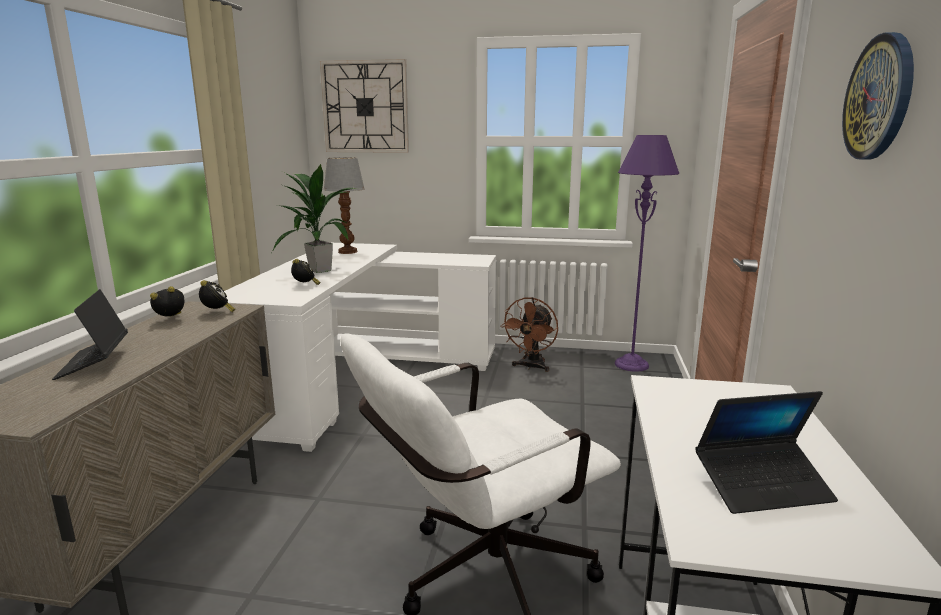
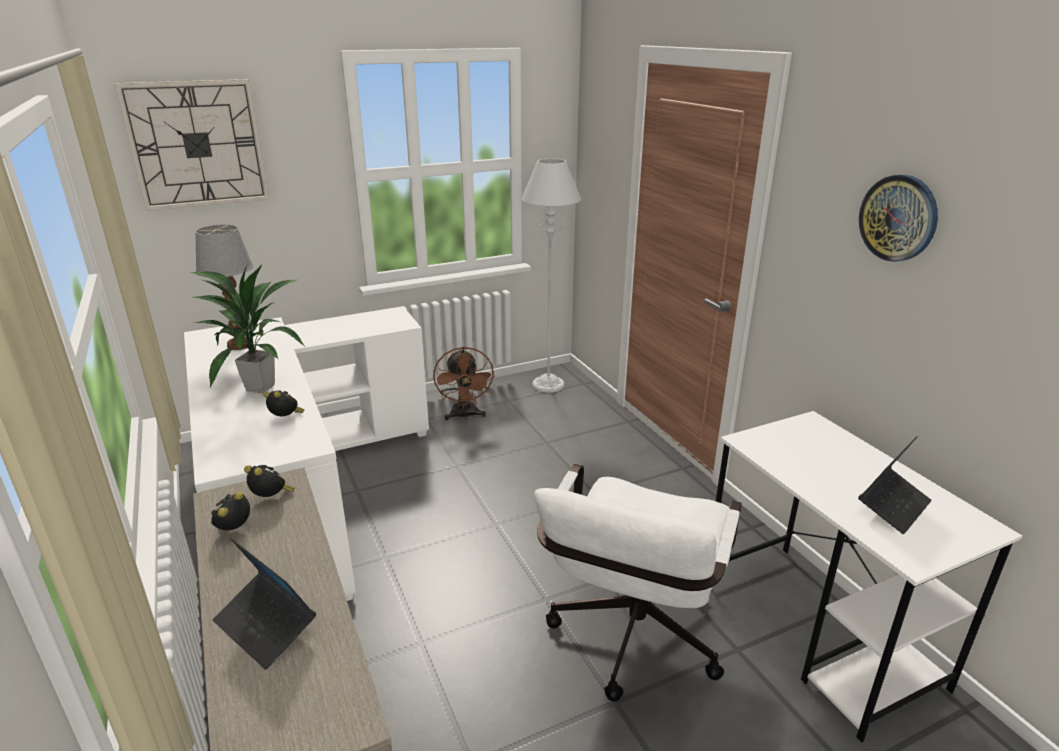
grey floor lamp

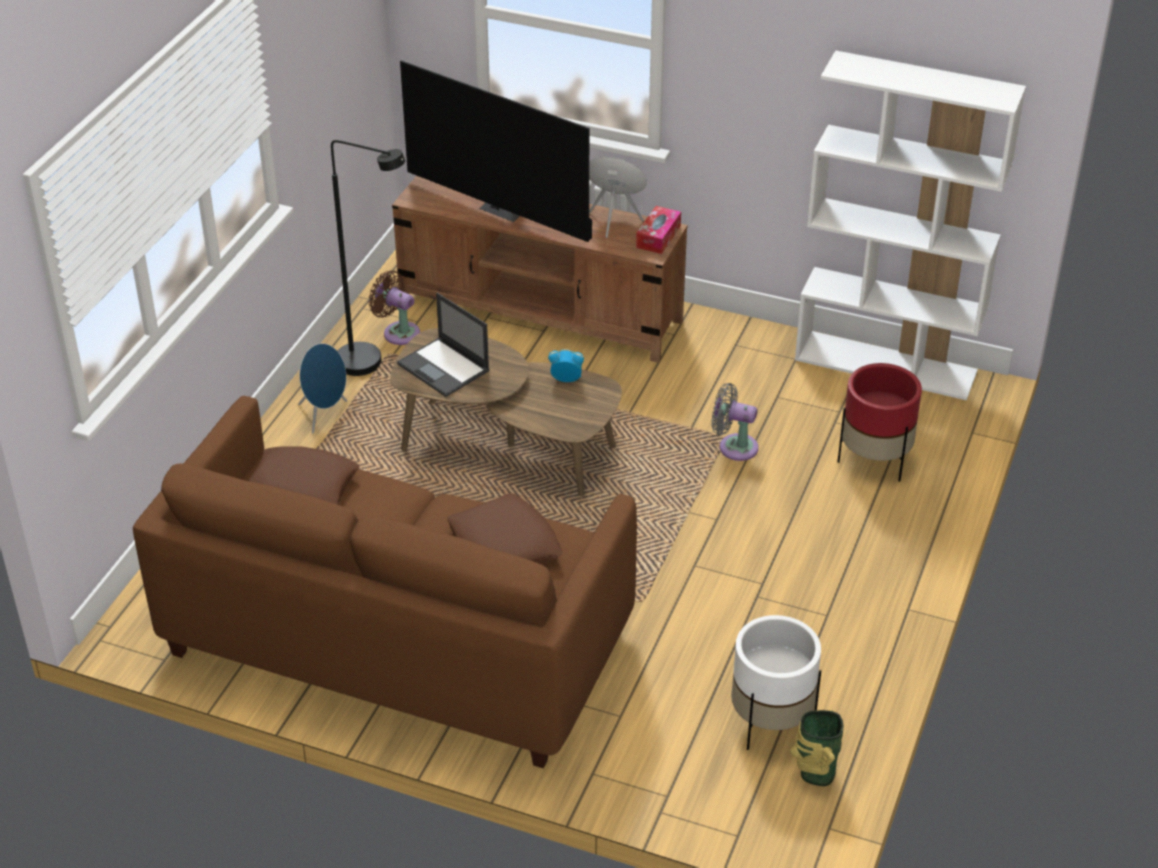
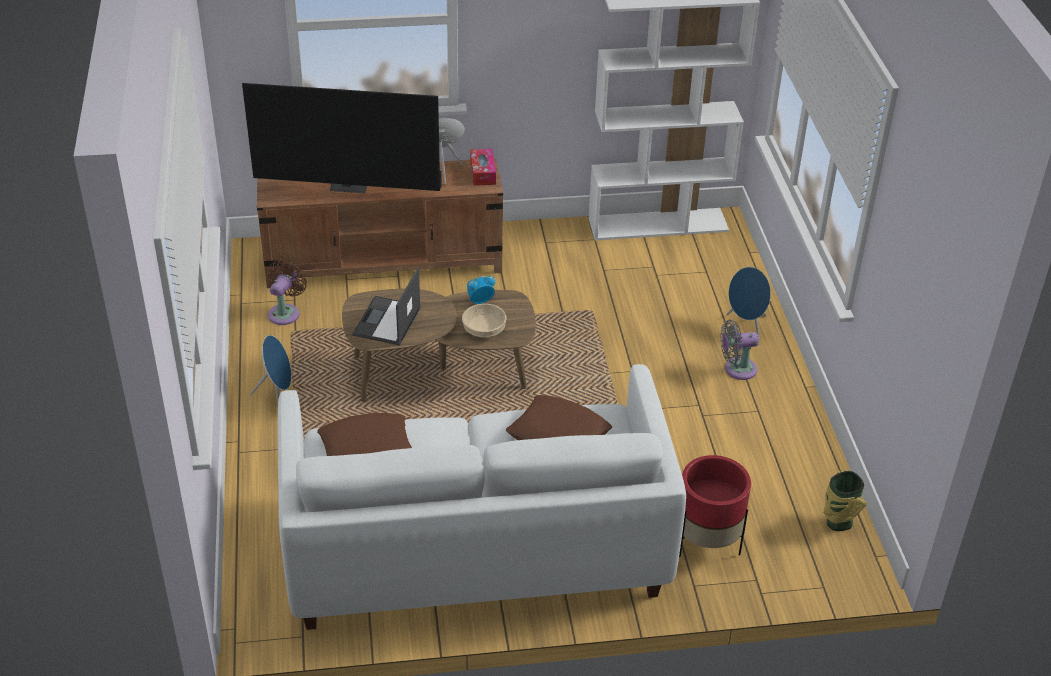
black floor lamp; brown fan; laptop; red planter; grey fan; white sofa; white planter; blue speaker (3rd from left); beige bowl

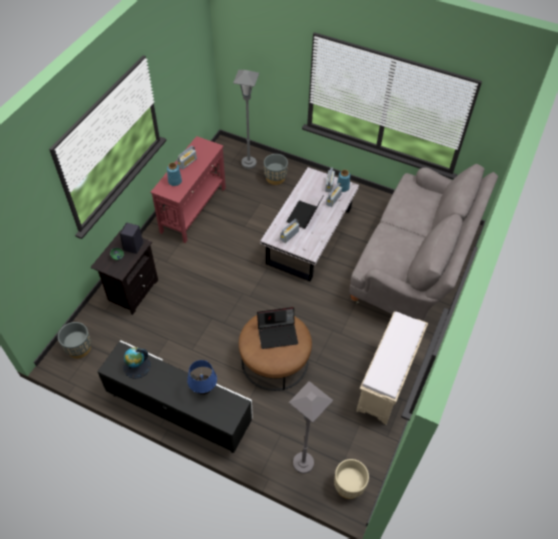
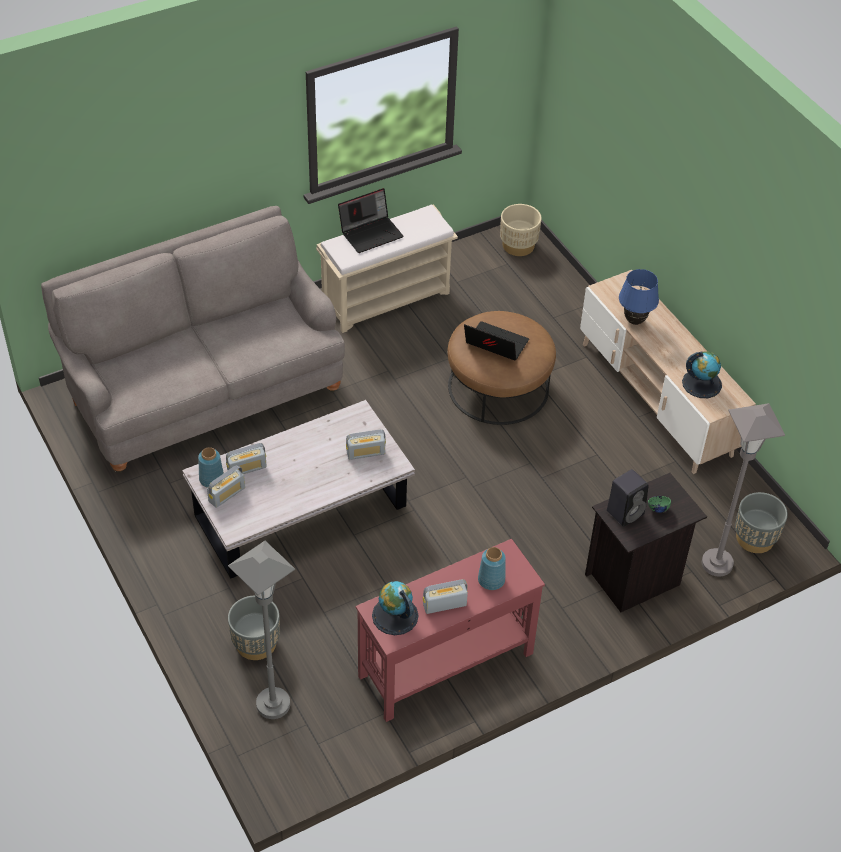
laptop (1st from left); beige tv stand; grey floor lamp (2nd from left); globe (1st from left)

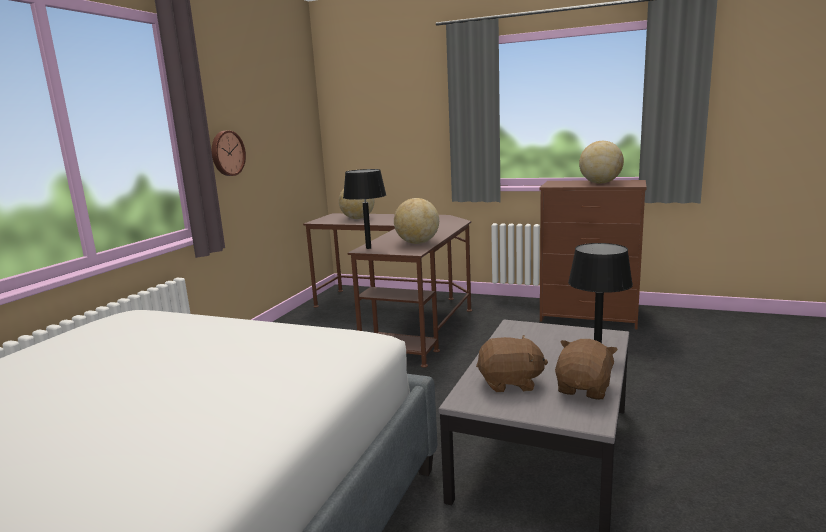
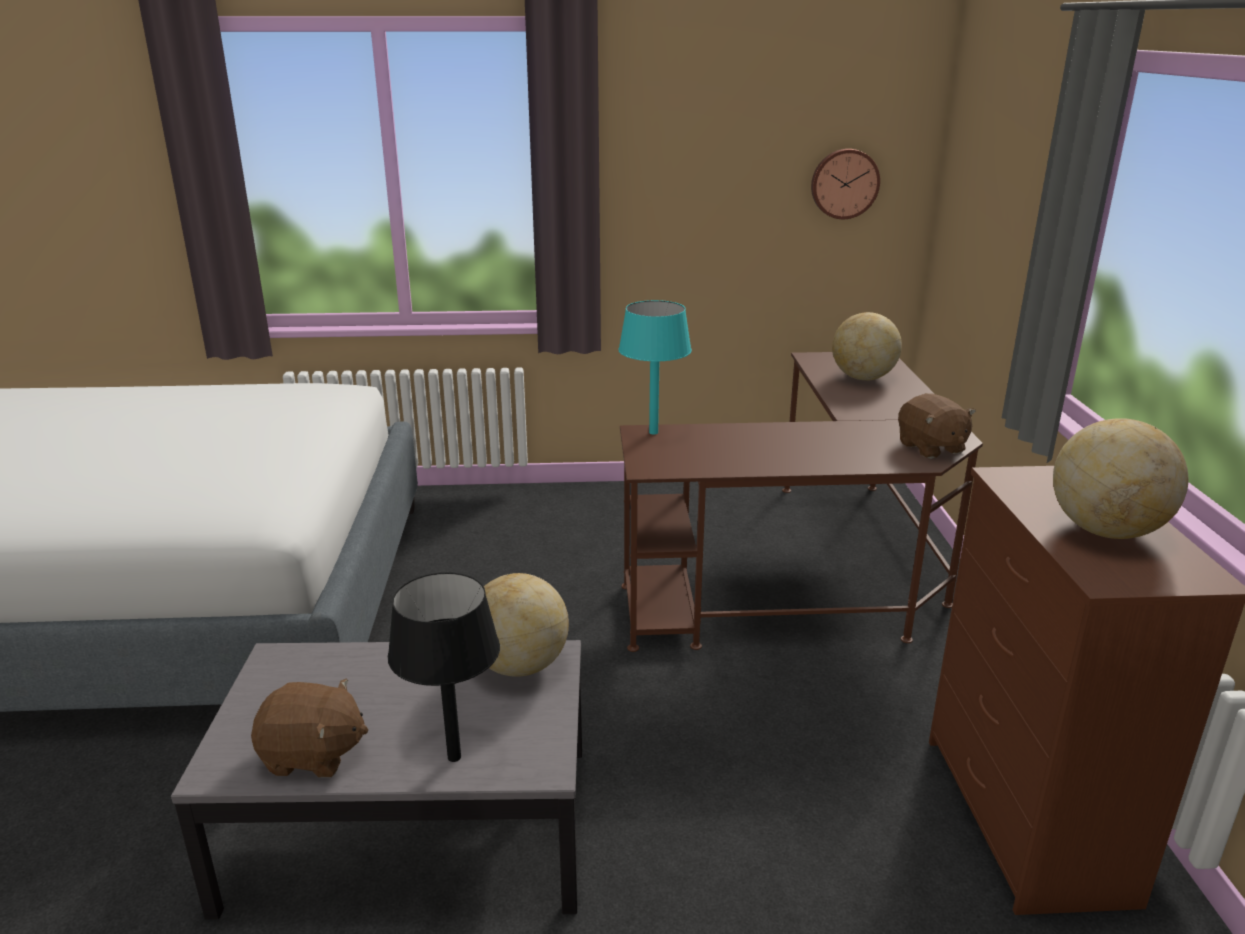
wall clock; turquoise table lamp; globe (1st from left); brown plush toy (2nd from left)

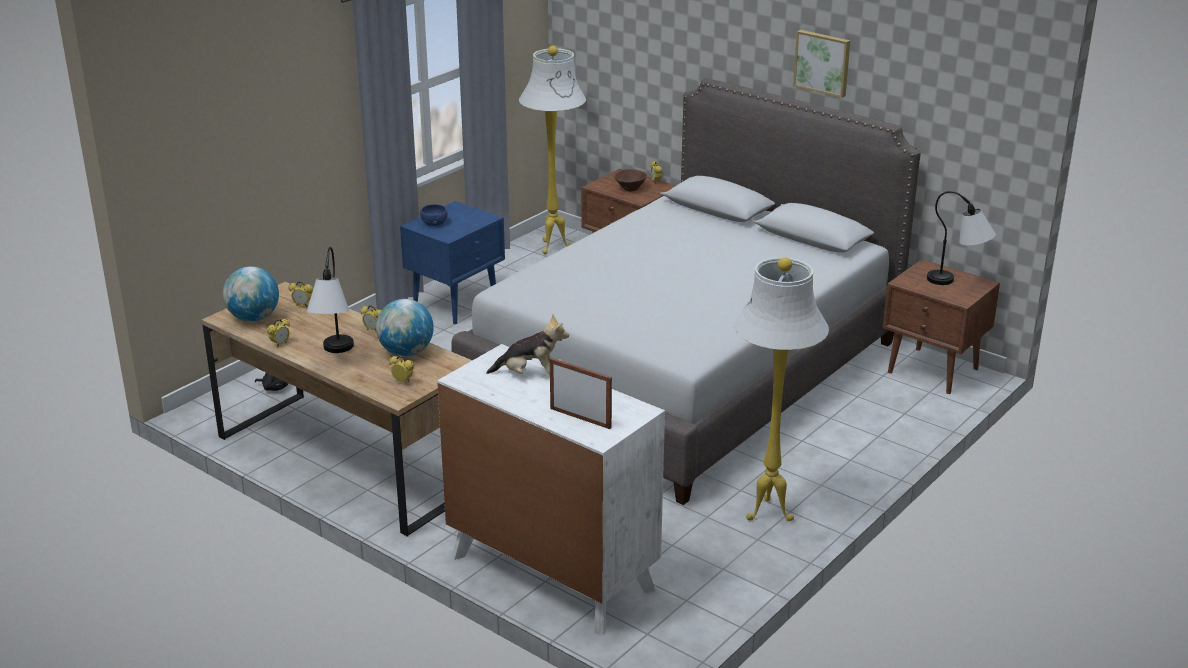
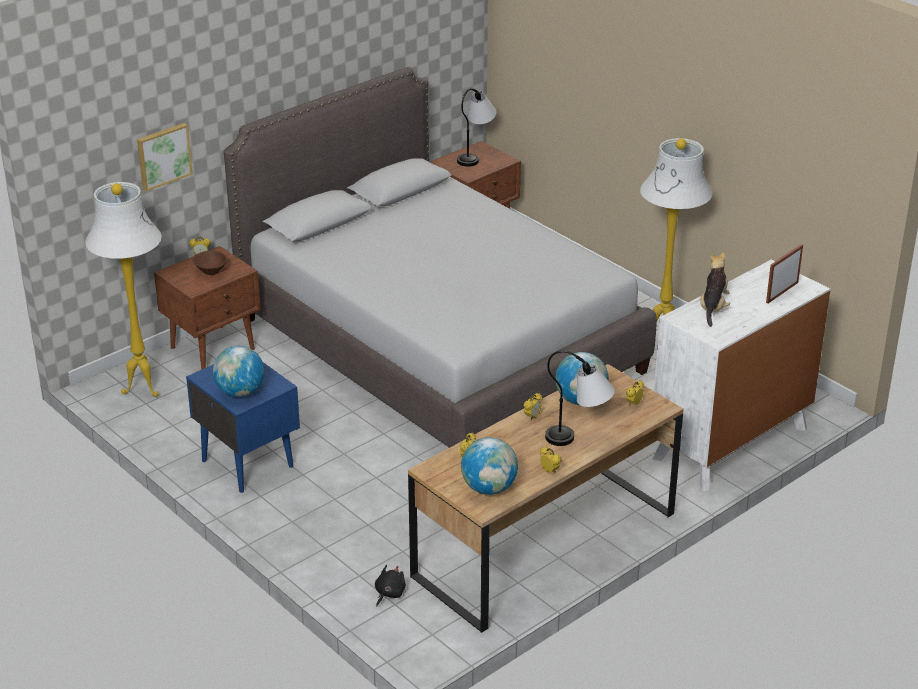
picture; globe (1st from left)

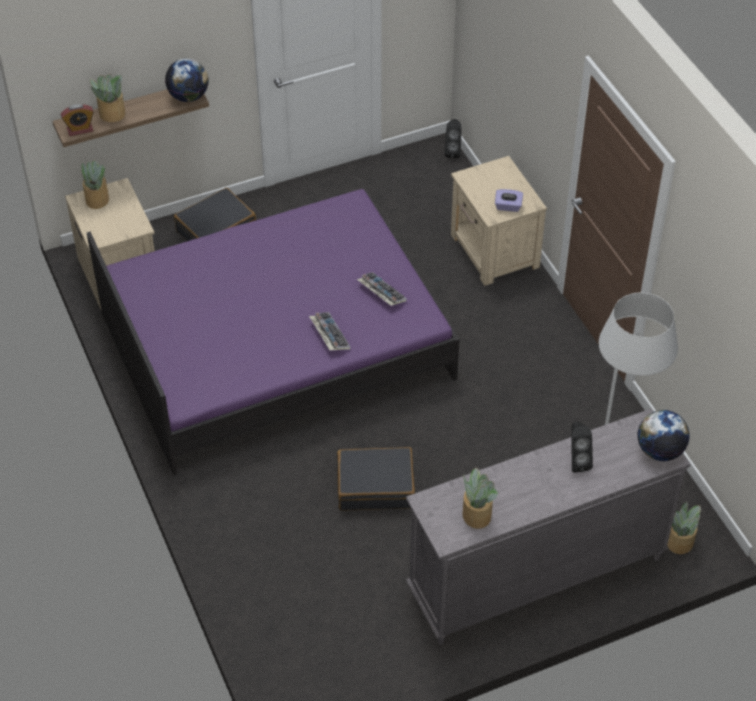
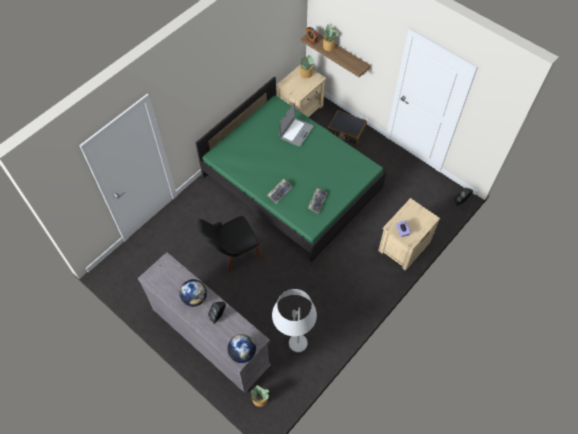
globe (1st from left); green bed; black chair; potted plant (3rd from left in the first image); laptop

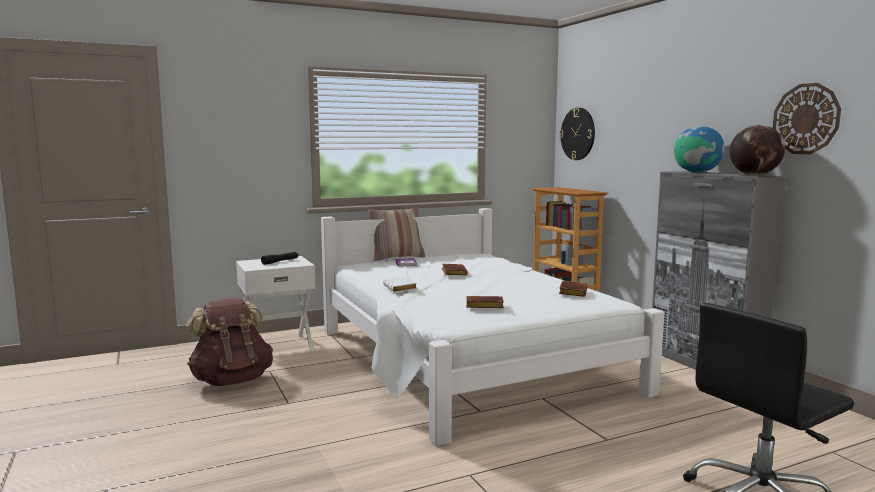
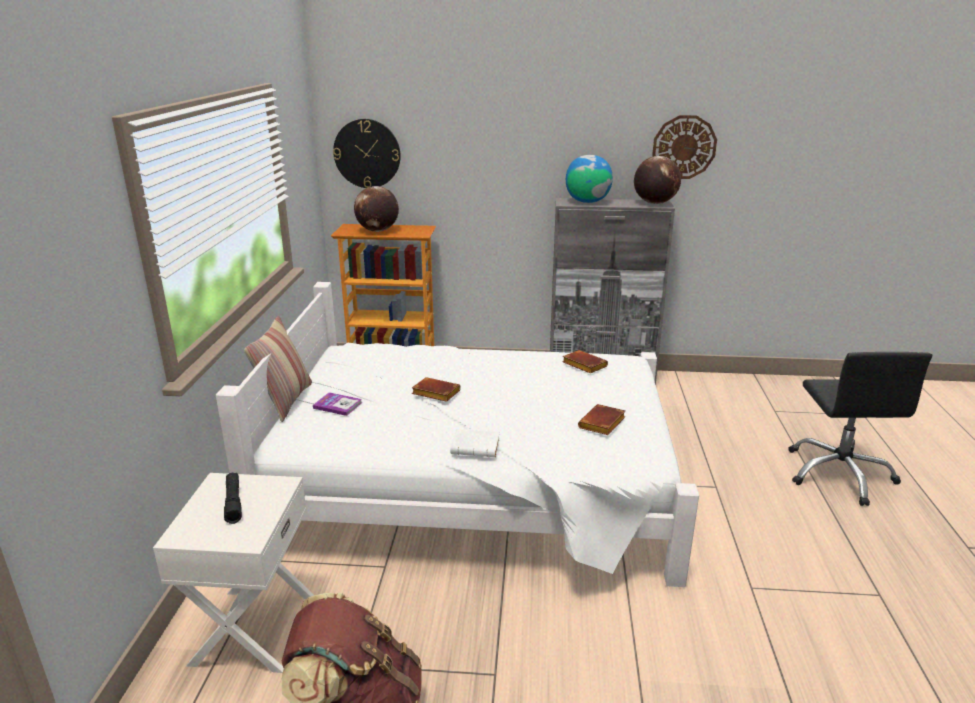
globe (1st from left)

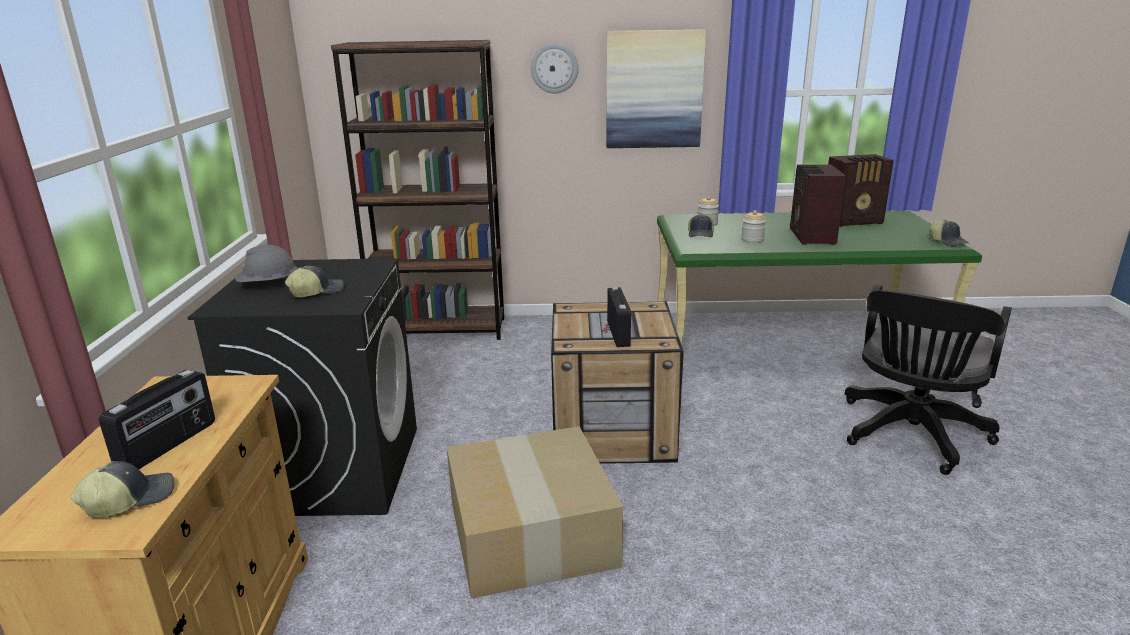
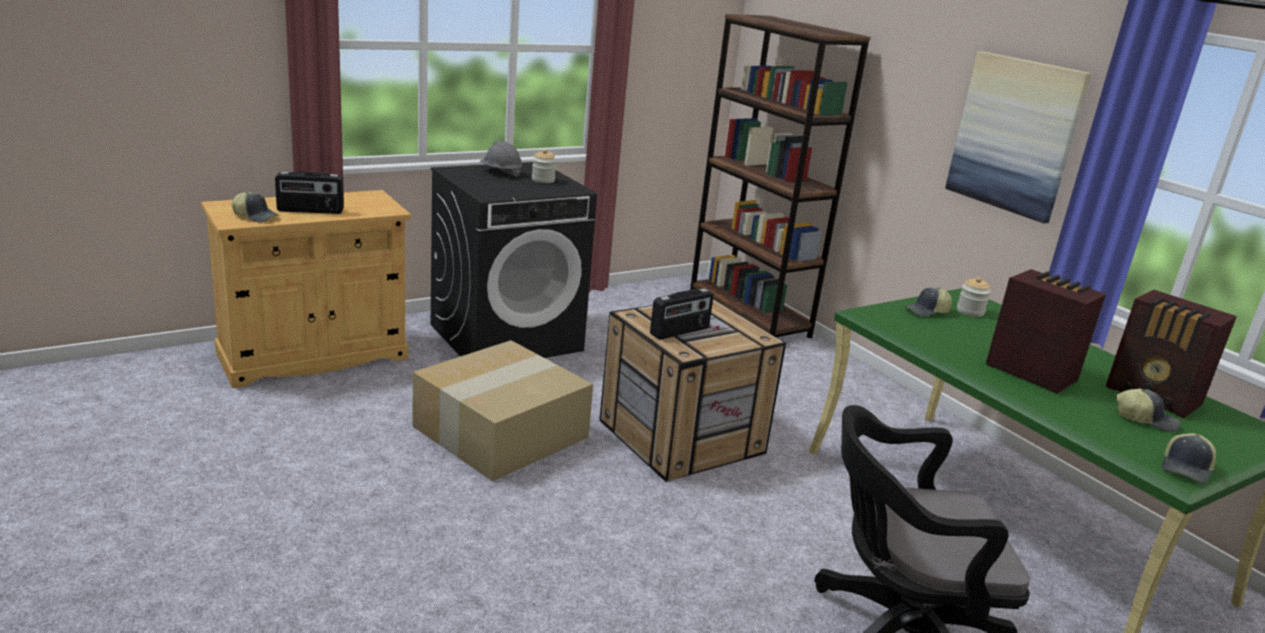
wall clock; radio (3rd from left); jar (1st from left); cap (3rd from left)

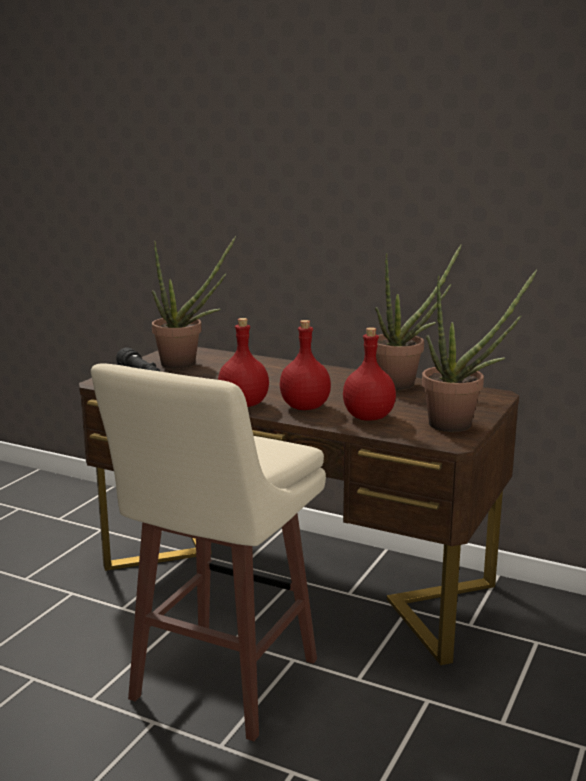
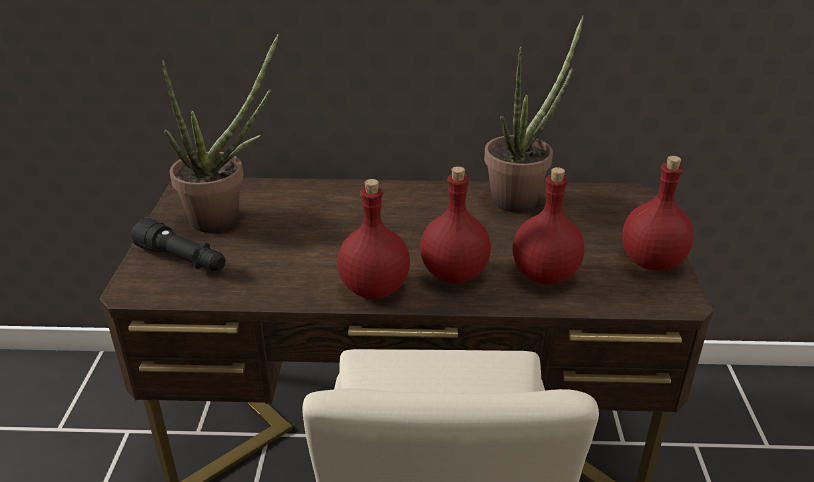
red bottle (4th from left)

